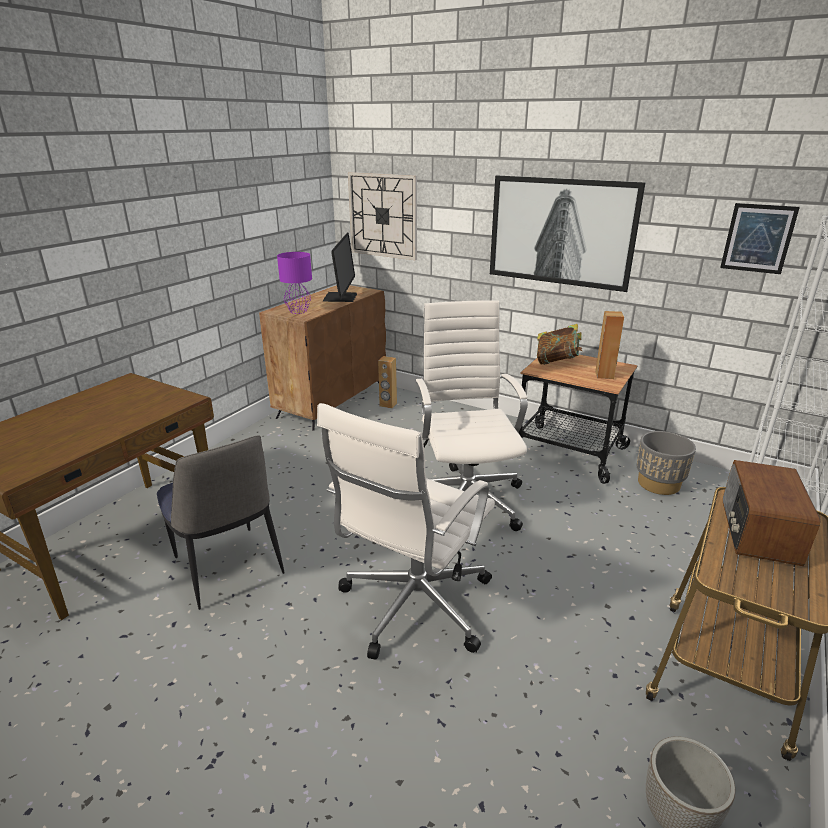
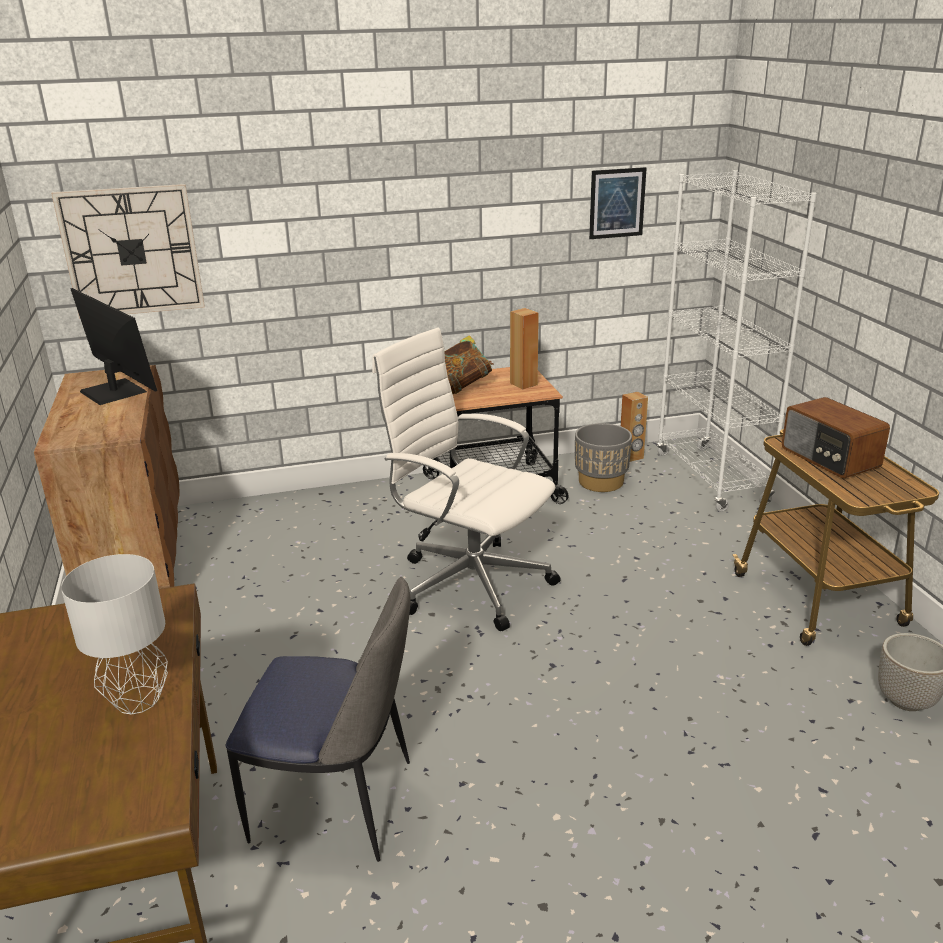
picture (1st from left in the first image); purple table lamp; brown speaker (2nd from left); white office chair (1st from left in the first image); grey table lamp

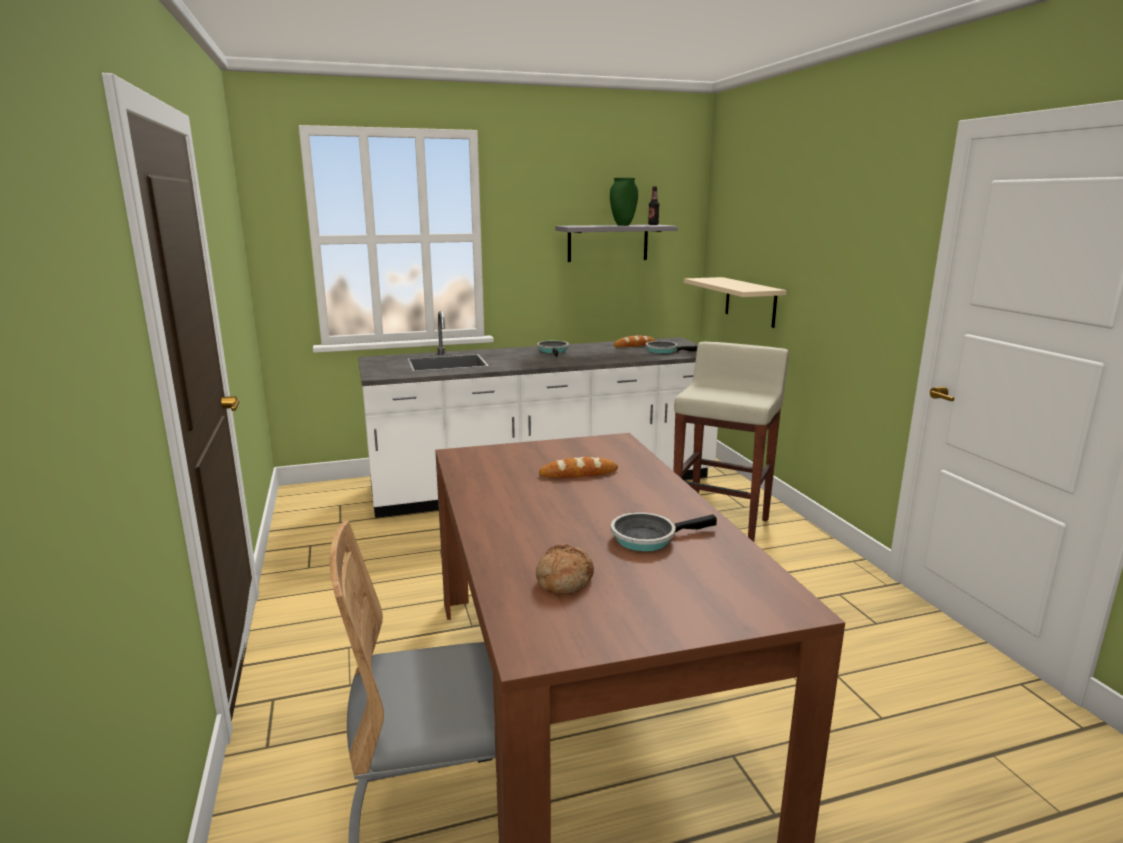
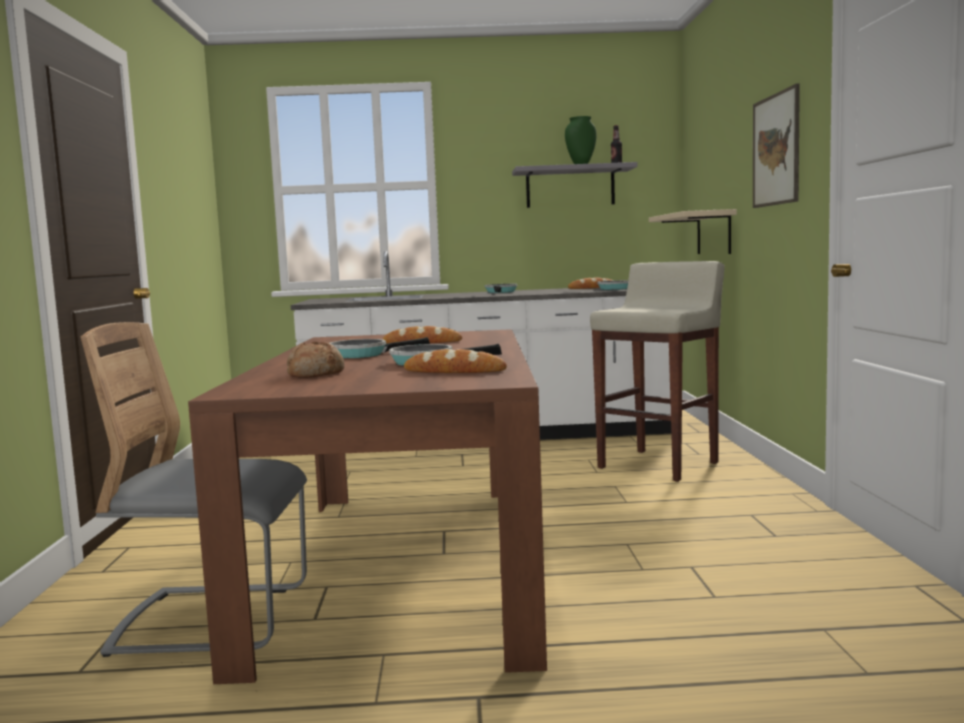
picture; frying pan (1st from left); bread (3rd from left)

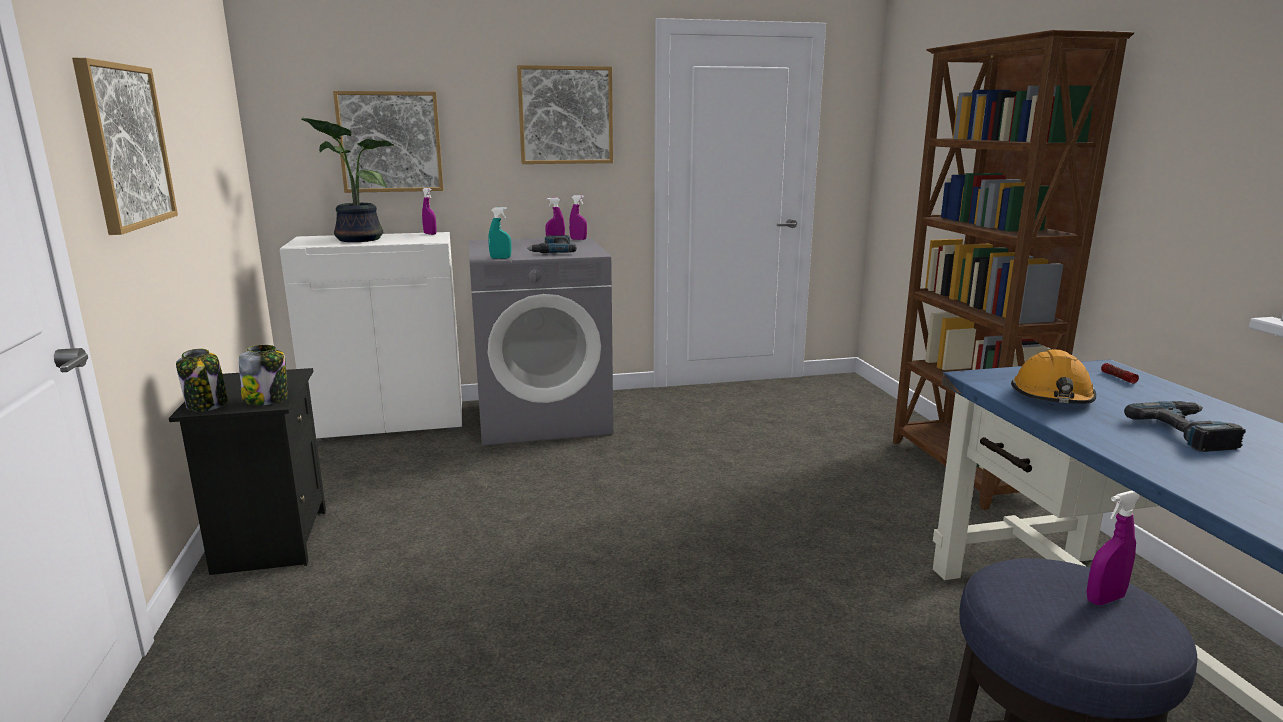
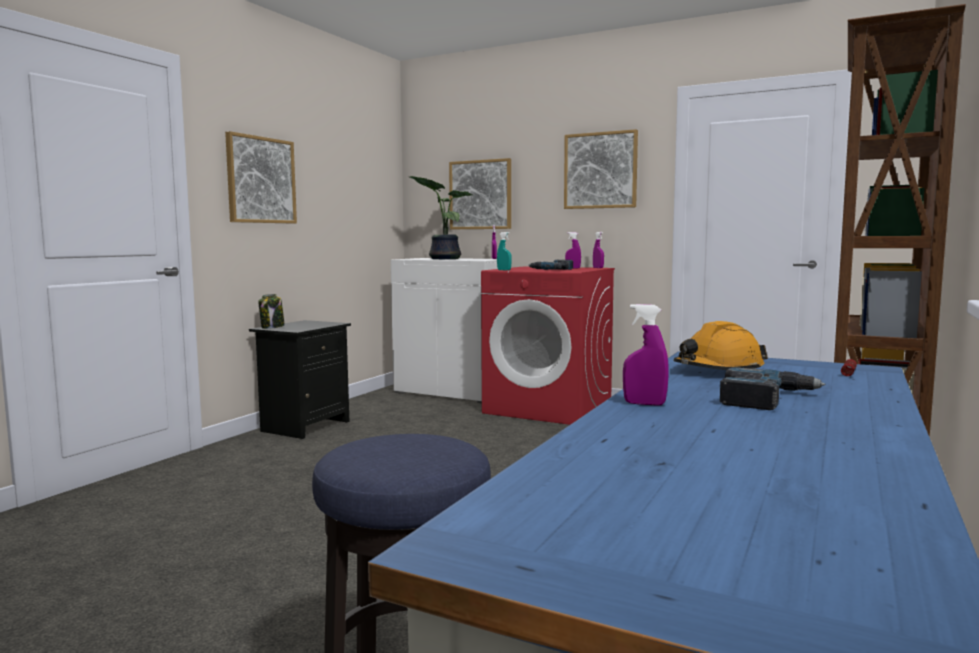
red washing machine; jar (2nd from left in the first image); purple spray bottle (4th from left)

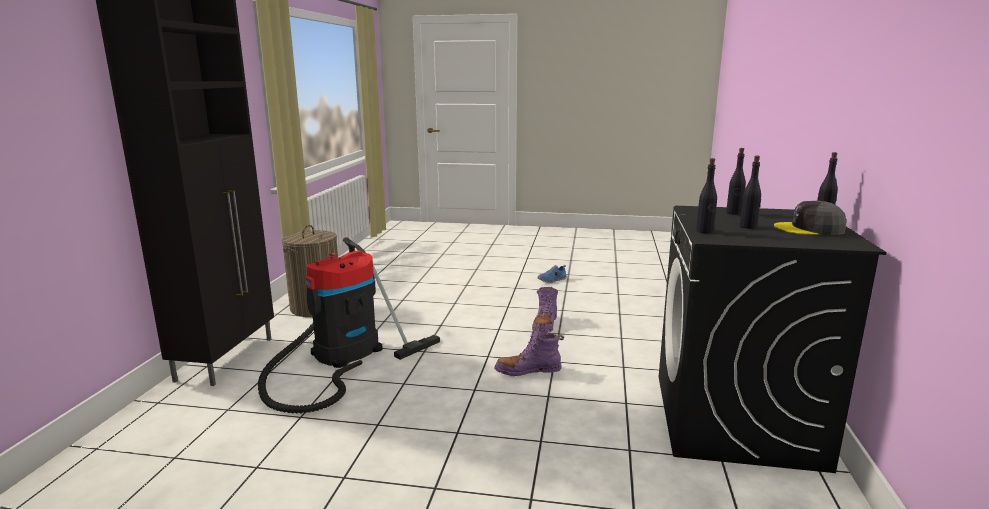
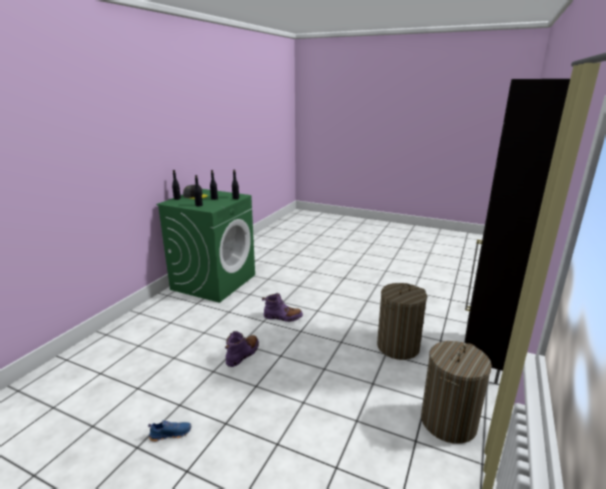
green washing machine; laundry basket (1st from left)

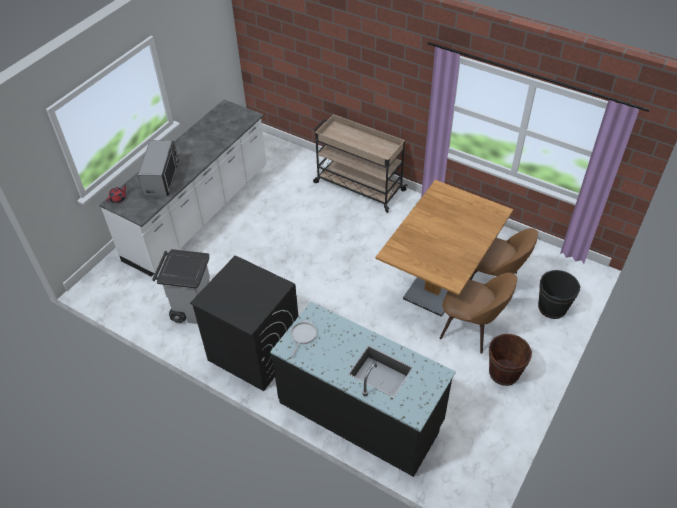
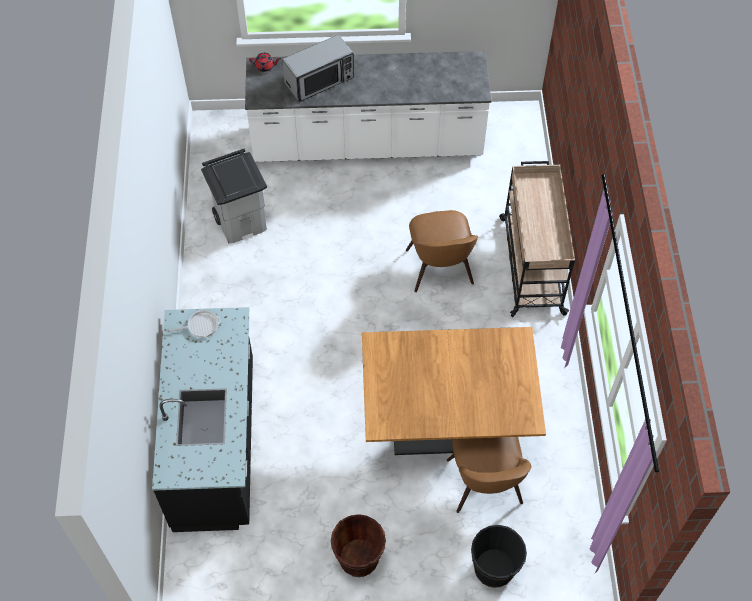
black washing machine; brown chair (1st from left)

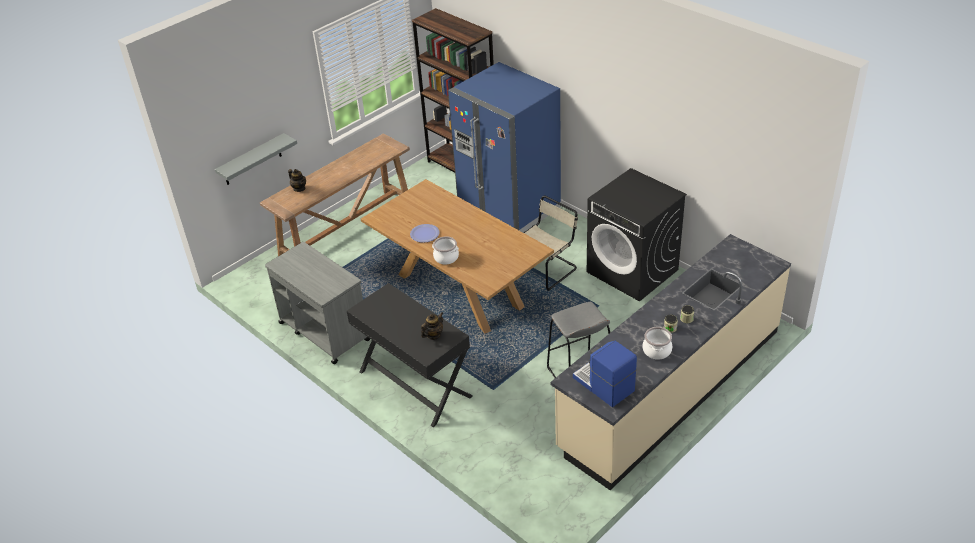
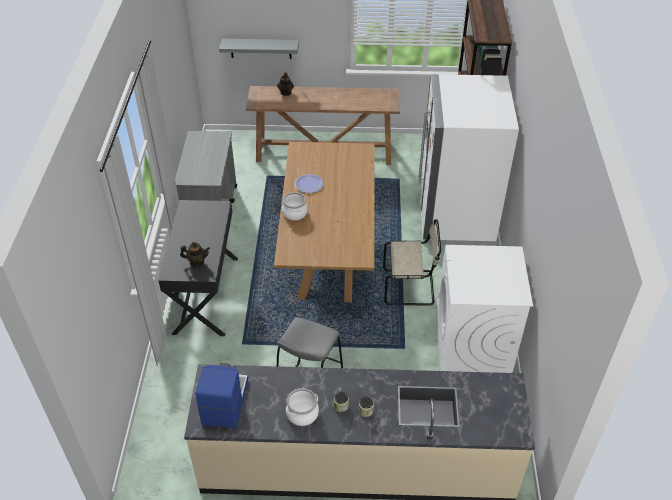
white fridge; white washing machine

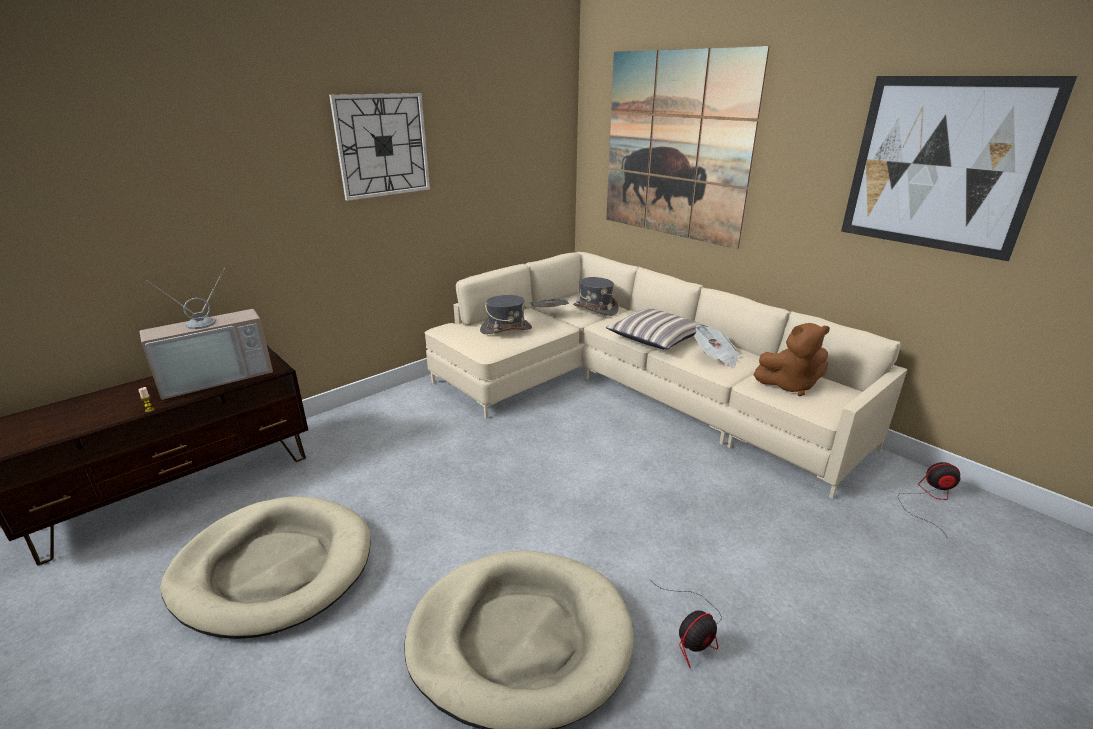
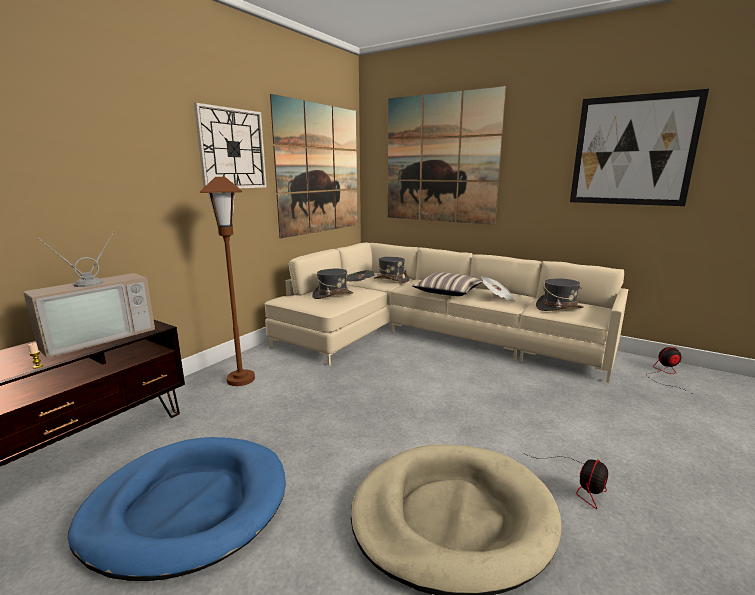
grey hat (3rd from left); blue dog bed; picture (1st from left); brown floor lamp

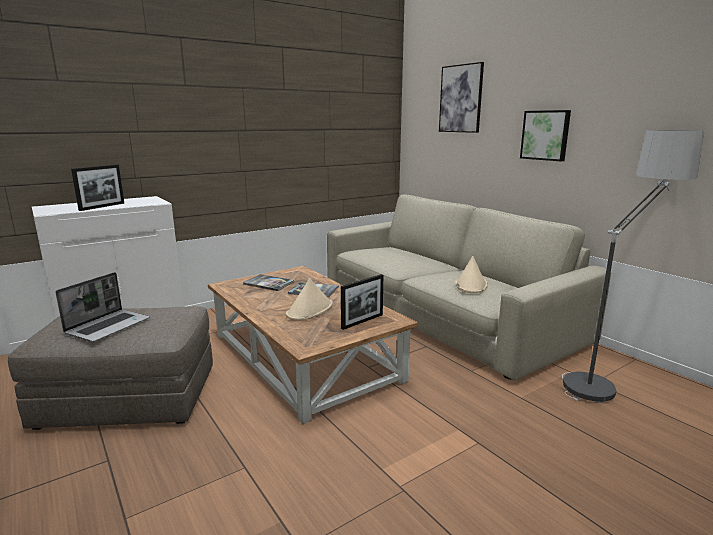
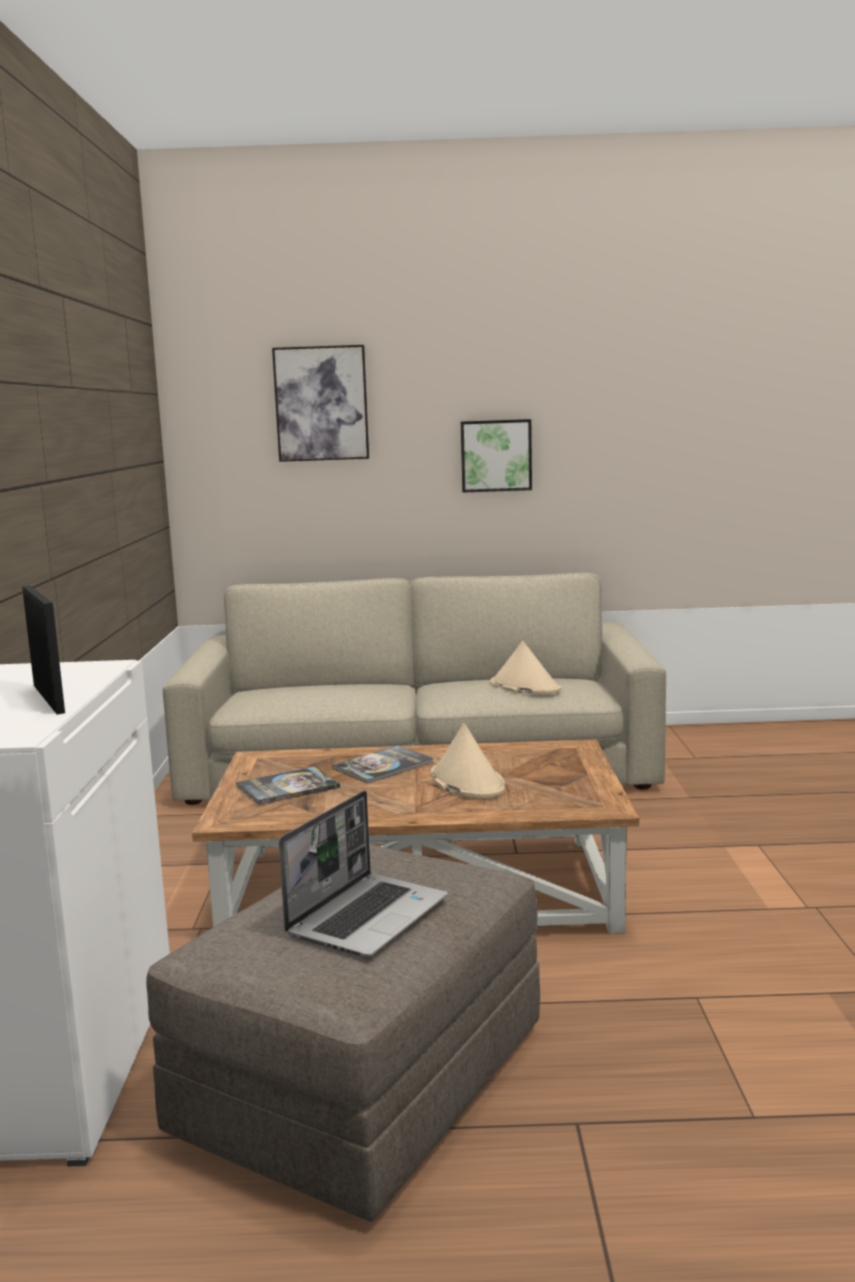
floor lamp; laptop; picture frame (2nd from left in the first image)

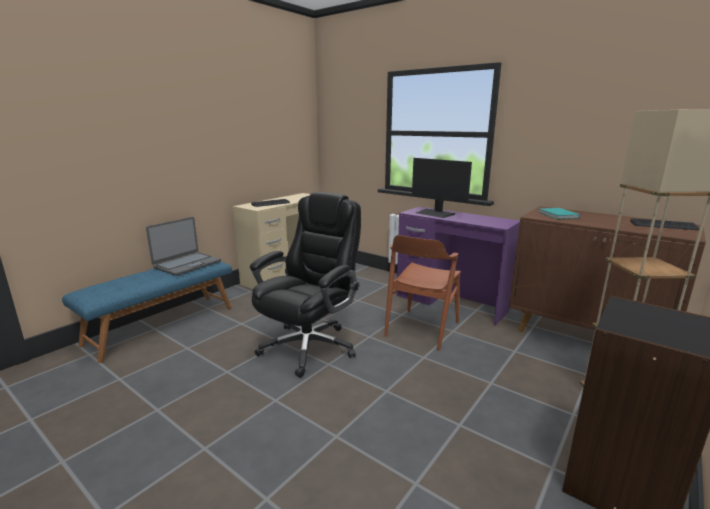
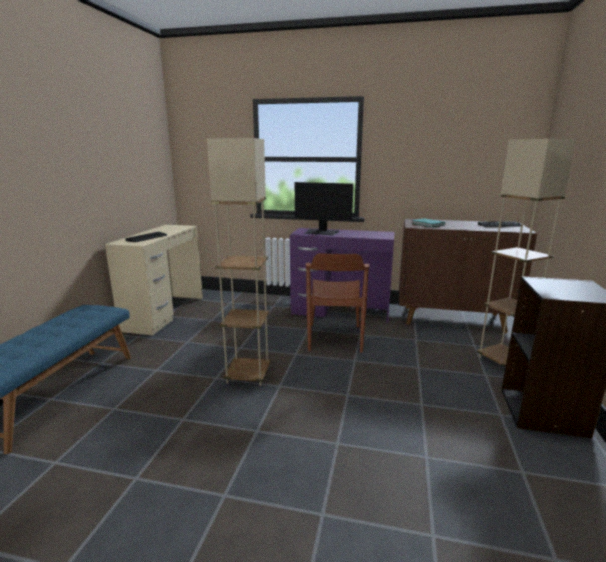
beige floor lamp (1st from left); laptop

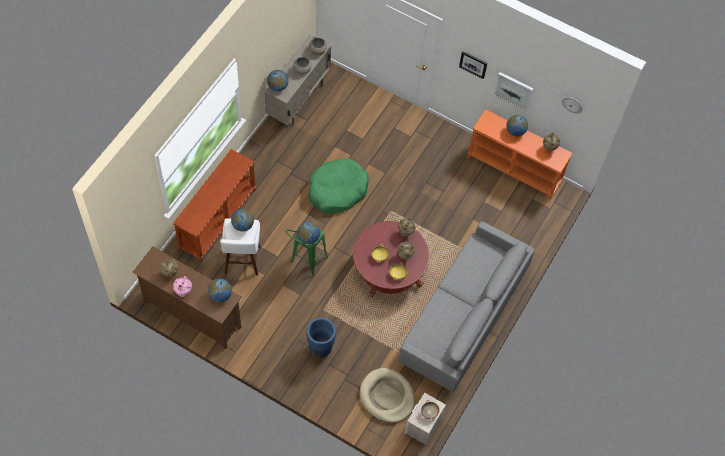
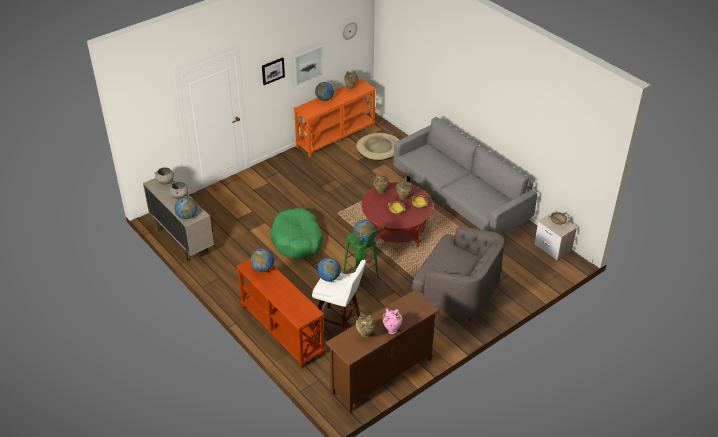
globe (2nd from left); grey armchair; beige dog bed

